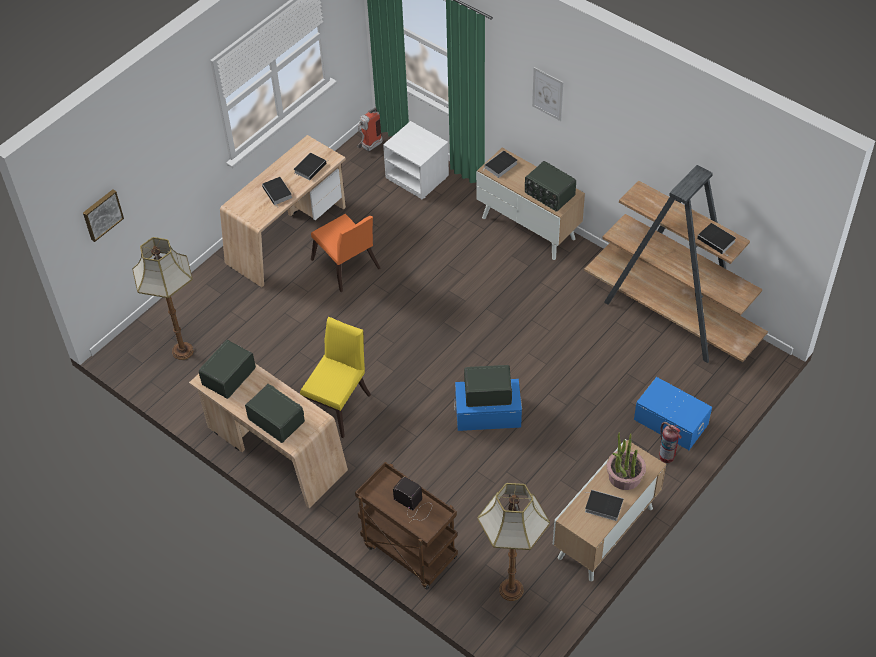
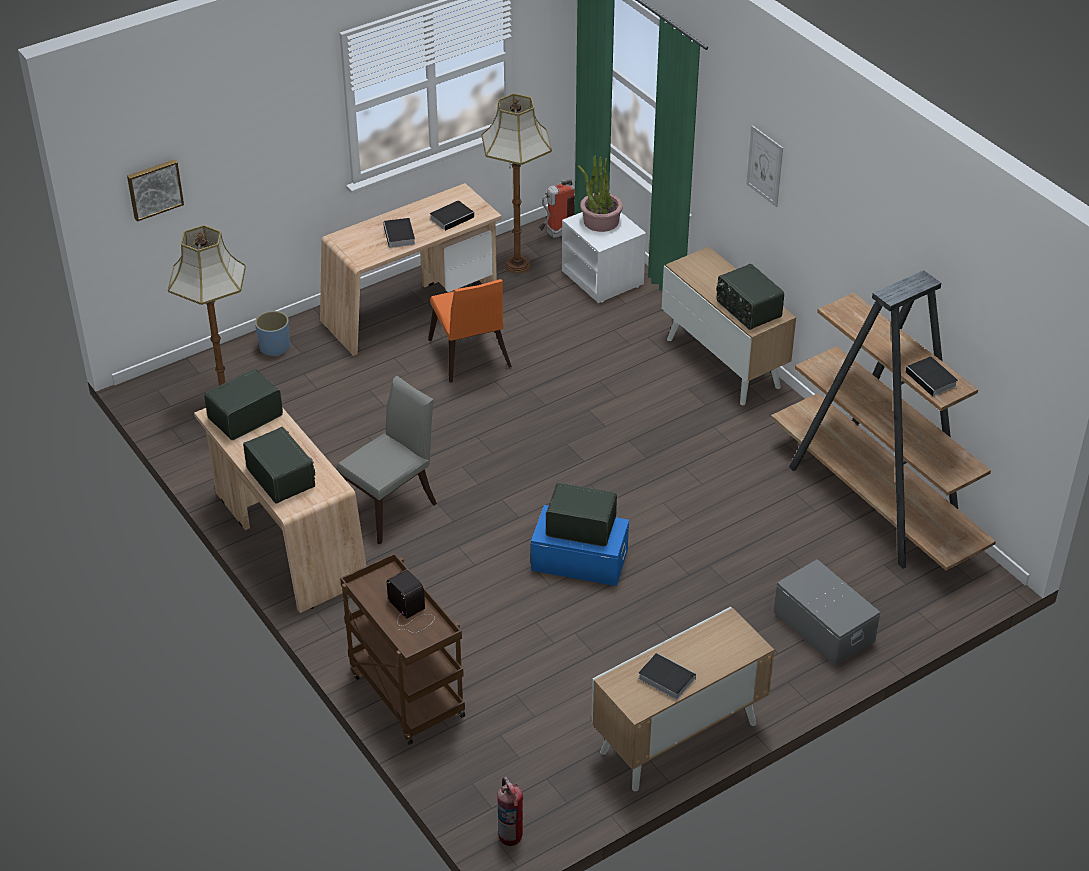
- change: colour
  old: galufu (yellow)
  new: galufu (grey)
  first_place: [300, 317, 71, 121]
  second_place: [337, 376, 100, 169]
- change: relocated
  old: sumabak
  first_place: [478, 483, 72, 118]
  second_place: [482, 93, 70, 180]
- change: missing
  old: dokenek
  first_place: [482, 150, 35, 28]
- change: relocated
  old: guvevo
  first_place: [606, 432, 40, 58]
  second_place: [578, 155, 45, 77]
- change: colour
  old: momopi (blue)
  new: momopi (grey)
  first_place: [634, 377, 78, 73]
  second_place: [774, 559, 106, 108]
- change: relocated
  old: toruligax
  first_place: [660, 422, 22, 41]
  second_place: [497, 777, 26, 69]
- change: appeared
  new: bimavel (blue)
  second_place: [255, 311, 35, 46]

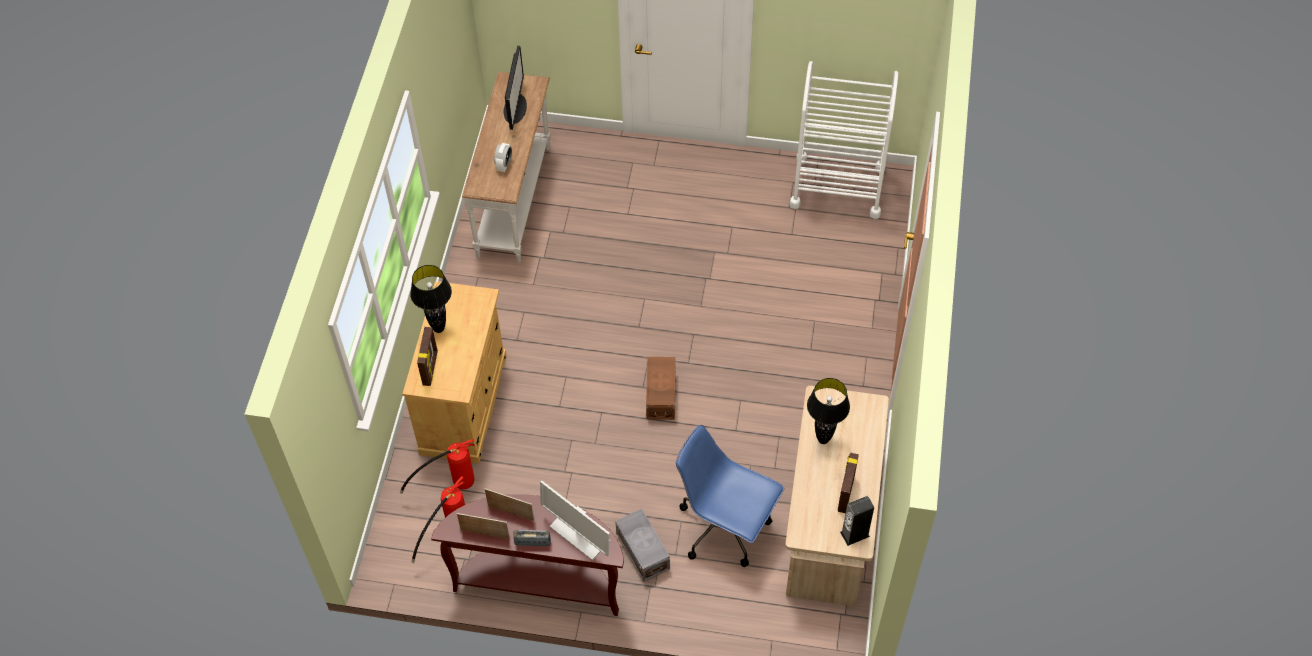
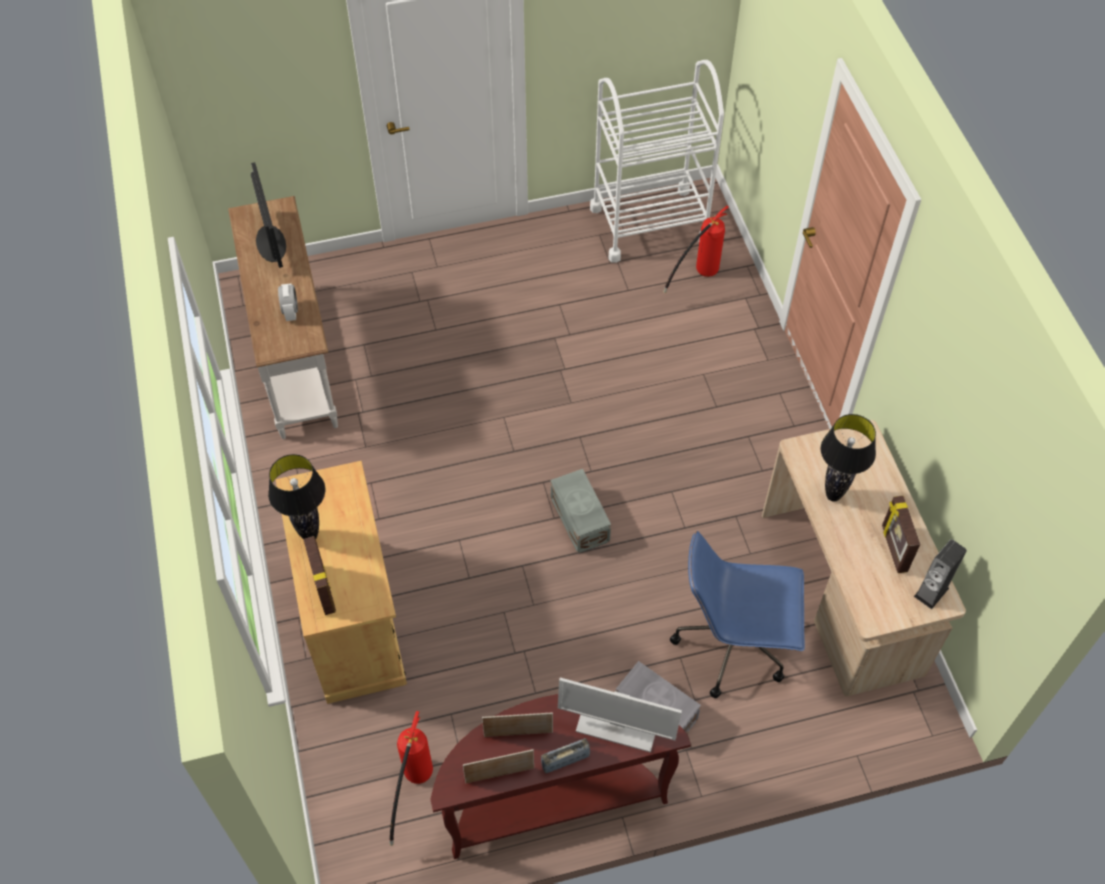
- change: relocated
  old: toruligax
  first_place: [400, 439, 75, 55]
  second_place: [663, 206, 66, 87]
- change: colour
  old: momopi (brown)
  new: momopi (grey)
  first_place: [646, 357, 30, 63]
  second_place: [551, 469, 60, 85]

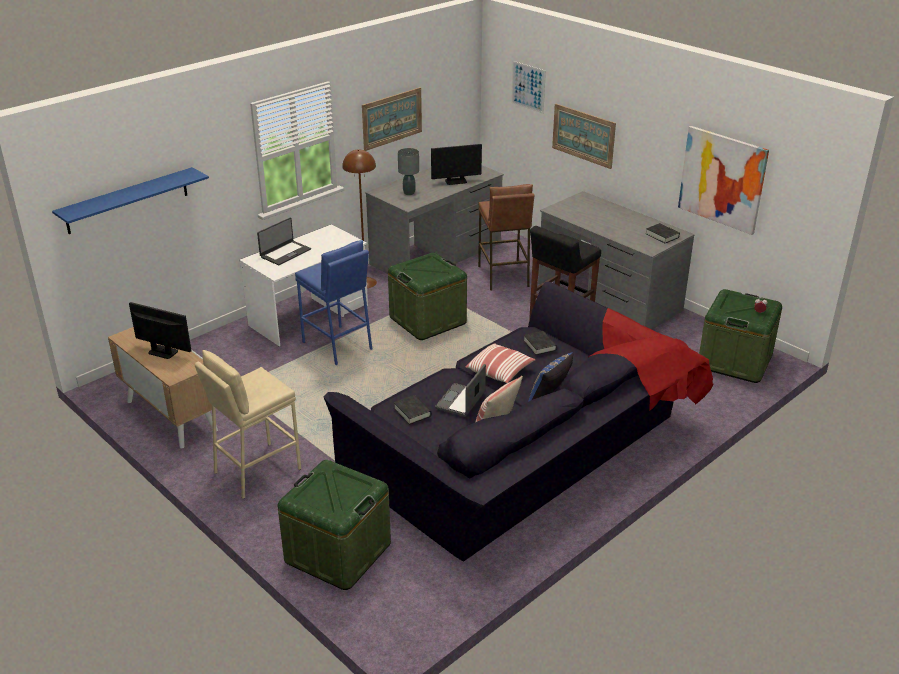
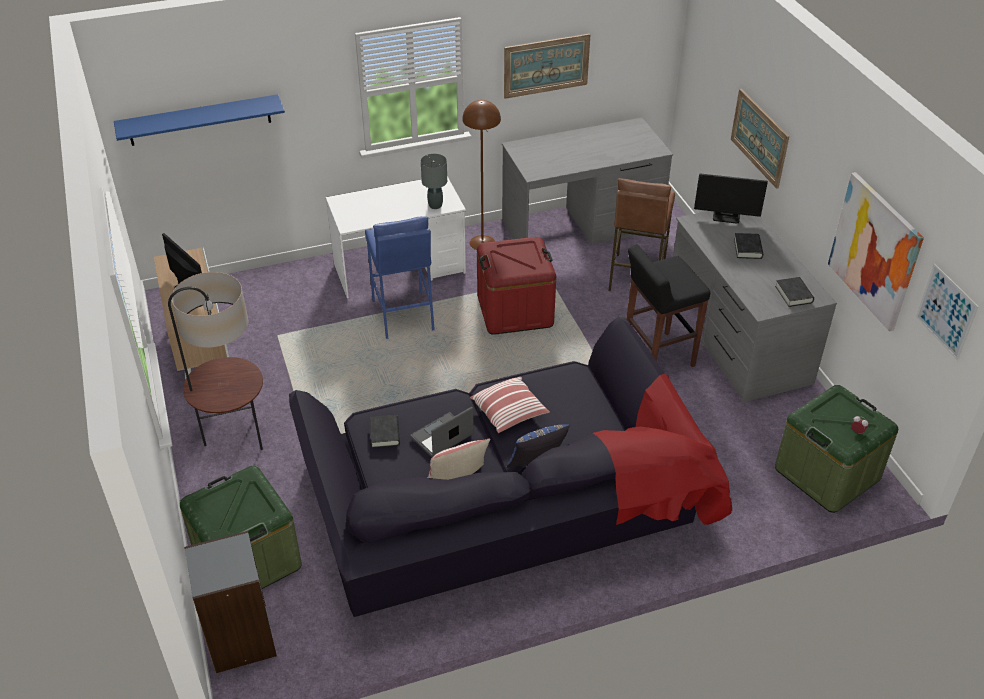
- change: exchanged
  old: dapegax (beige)
  new: sumabak
  first_place: [195, 350, 106, 149]
  second_place: [168, 272, 95, 178]
- change: missing
  old: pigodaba
  first_place: [257, 217, 54, 48]
- change: colour
  old: momopi (green)
  new: momopi (red)
  first_place: [388, 252, 79, 88]
  second_place: [477, 237, 79, 98]
- change: relocated
  old: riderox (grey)
  first_place: [398, 148, 21, 47]
  second_place: [421, 154, 26, 55]
- change: relocated
  old: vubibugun
  first_place: [431, 144, 51, 41]
  second_place: [694, 173, 74, 50]
- change: relocated
  old: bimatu
  first_place: [511, 61, 35, 53]
  second_place: [916, 264, 63, 96]
- change: relocated
  old: dokenek (black)
  first_place: [523, 331, 34, 24]
  second_place: [734, 233, 29, 26]
- change: appeared
  new: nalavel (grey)
  second_place: [184, 531, 93, 142]

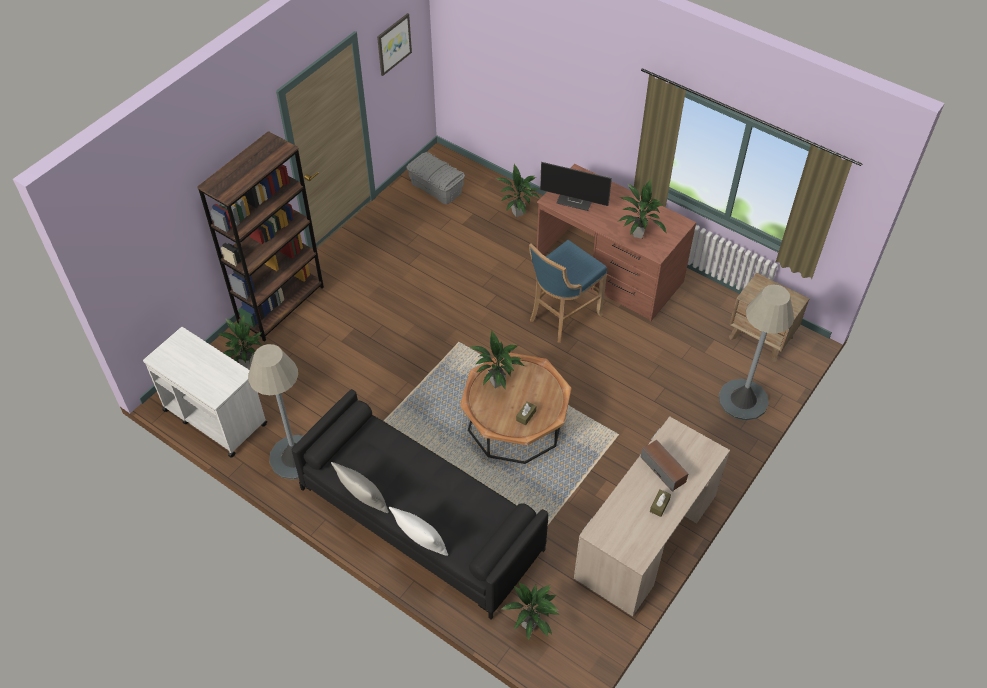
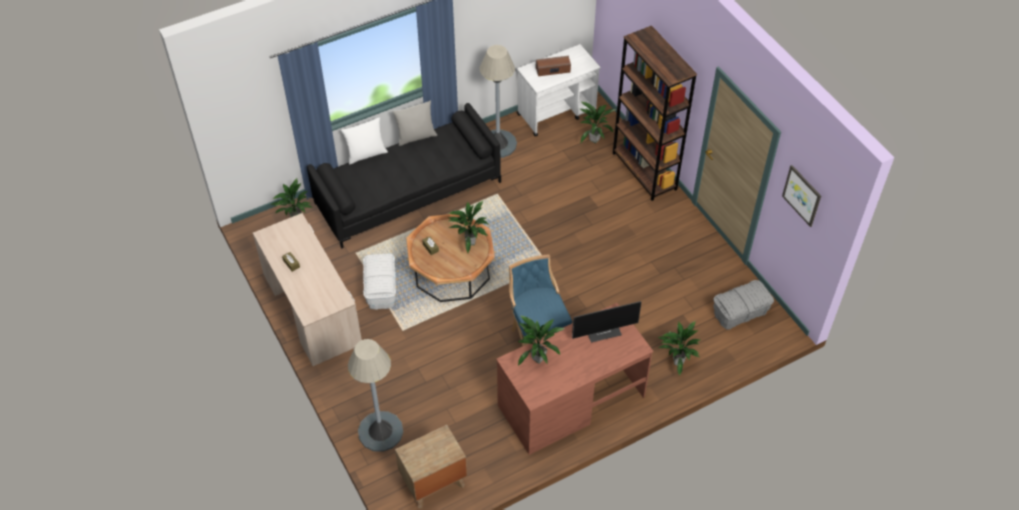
- change: spun
  old: vubibugun
  first_place: [540, 162, 72, 49]
  second_place: [572, 301, 69, 42]
  degrees: -150
- change: relocated
  old: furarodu
  first_place: [641, 440, 48, 52]
  second_place: [536, 56, 35, 20]
- change: appeared
  new: momopi (white)
  second_place: [363, 254, 33, 56]

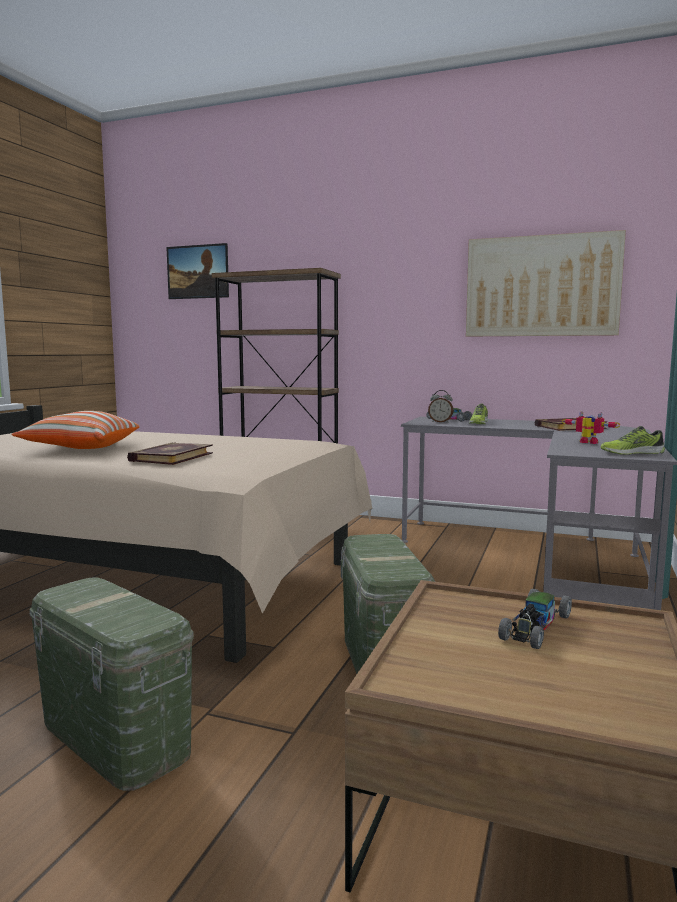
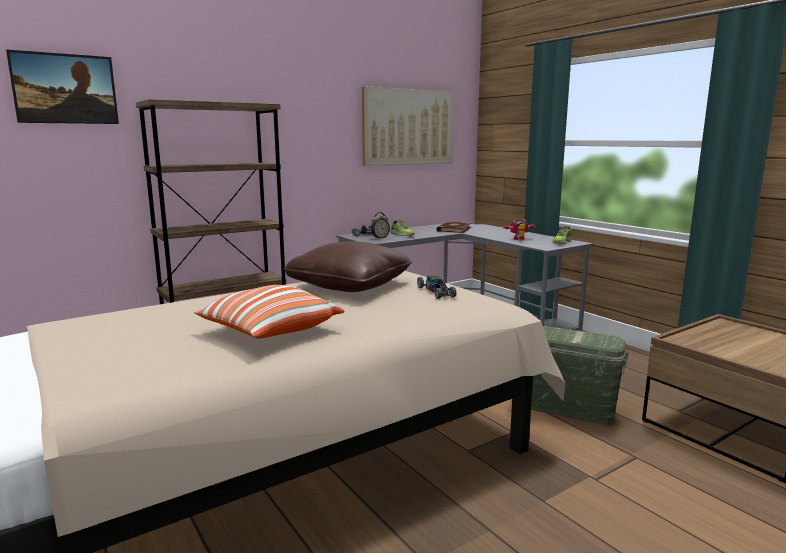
- change: missing
  old: momopi (green)
  first_place: [29, 578, 165, 213]
- change: missing
  old: dokenek
  first_place: [127, 442, 86, 23]
- change: relocated
  old: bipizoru
  first_place: [498, 589, 74, 60]
  second_place: [417, 276, 39, 23]
- change: appeared
  new: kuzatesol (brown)
  second_place: [283, 241, 129, 51]

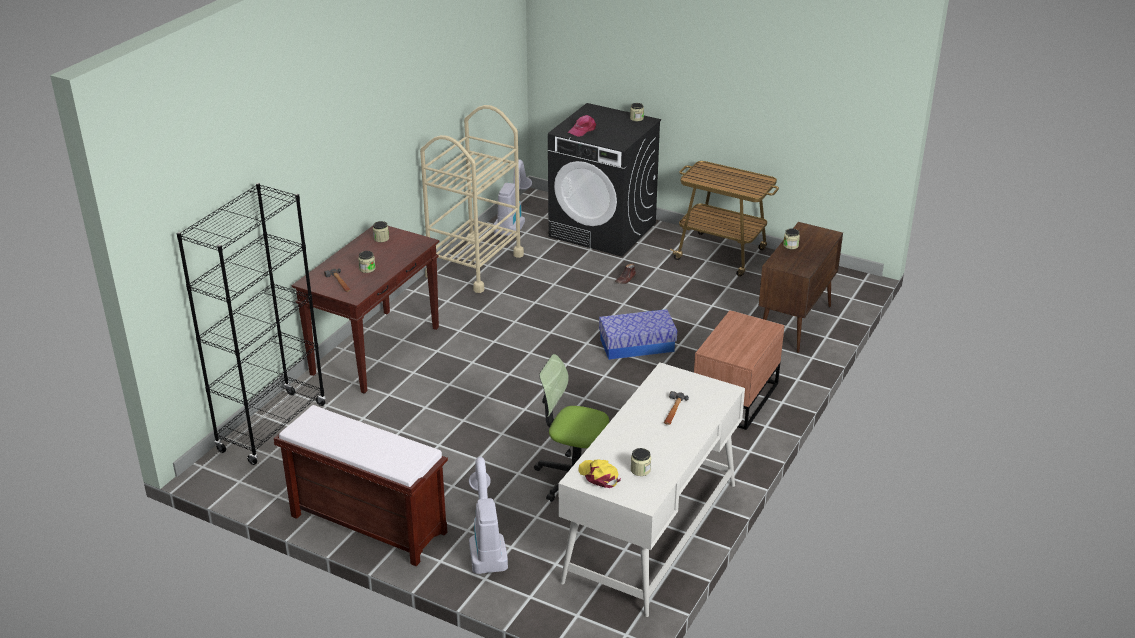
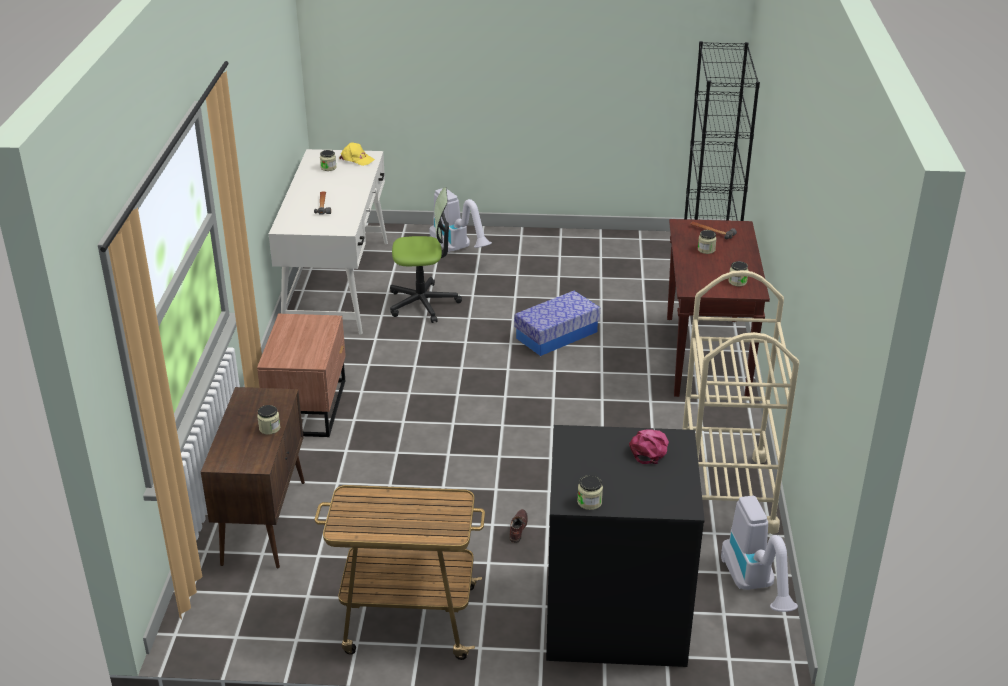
- change: missing
  old: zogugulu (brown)
  first_place: [274, 405, 174, 161]
- change: relocated
  old: momopi
  first_place: [599, 309, 78, 51]
  second_place: [514, 291, 86, 65]

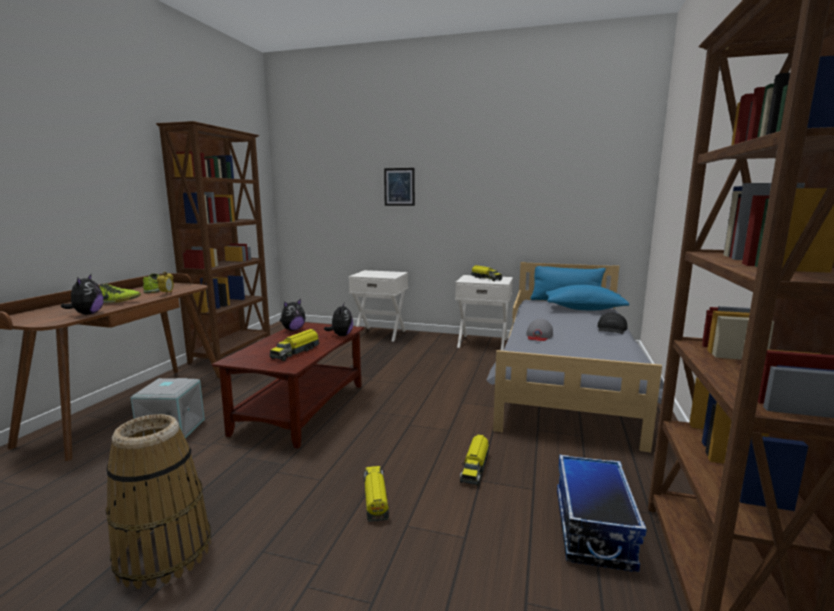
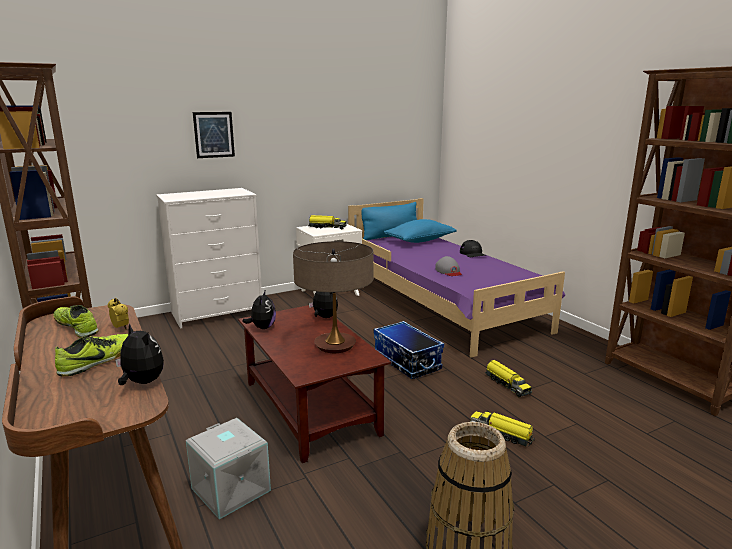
- change: exchanged
  old: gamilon
  new: riderox
  first_place: [270, 329, 50, 32]
  second_place: [293, 241, 80, 112]
- change: exchanged
  old: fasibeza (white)
  new: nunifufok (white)
  first_place: [349, 270, 59, 72]
  second_place: [156, 188, 106, 141]
- change: colour
  old: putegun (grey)
  new: putegun (purple)
  first_place: [486, 262, 178, 191]
  second_place: [348, 198, 217, 160]
- change: relocated
  old: momopi
  first_place: [557, 455, 90, 117]
  second_place: [374, 321, 70, 58]

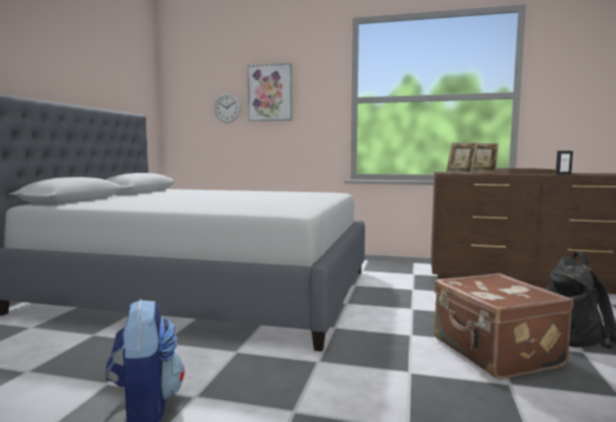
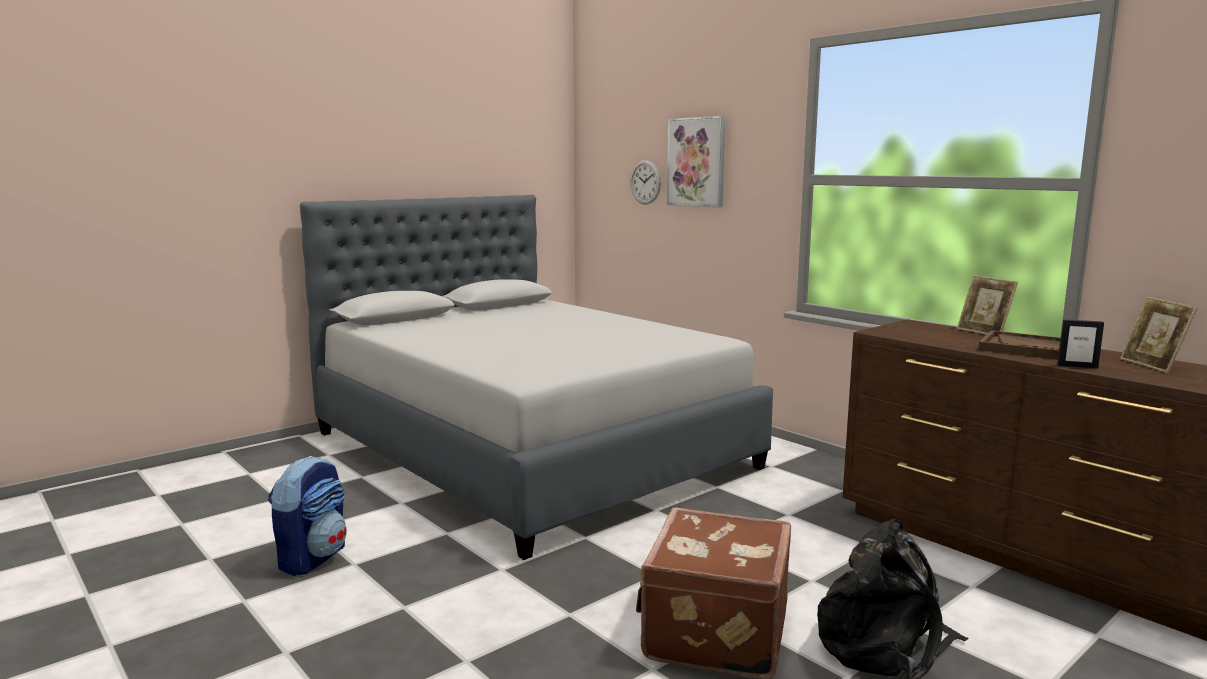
- change: relocated
  old: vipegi
  first_place: [446, 142, 32, 32]
  second_place: [1120, 297, 78, 76]

